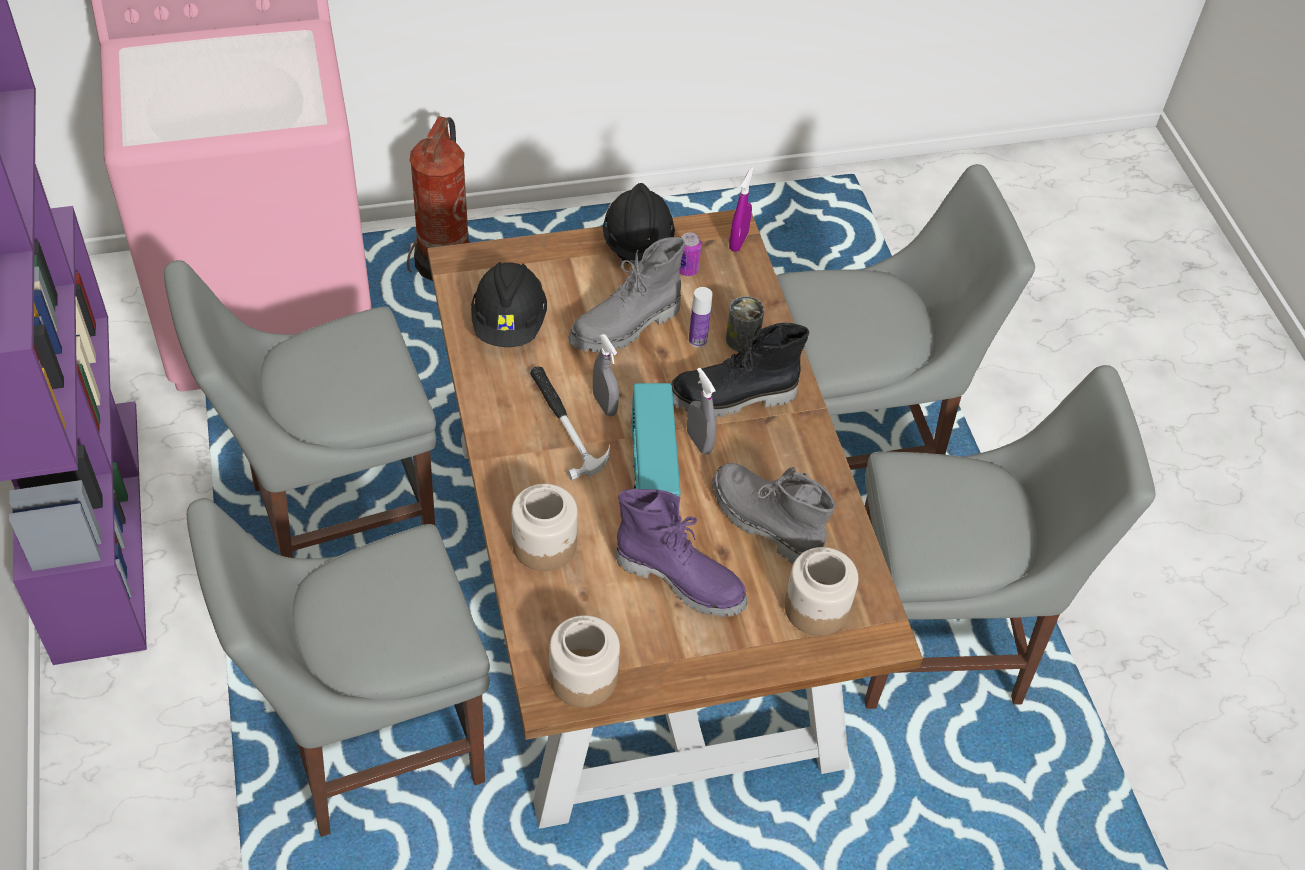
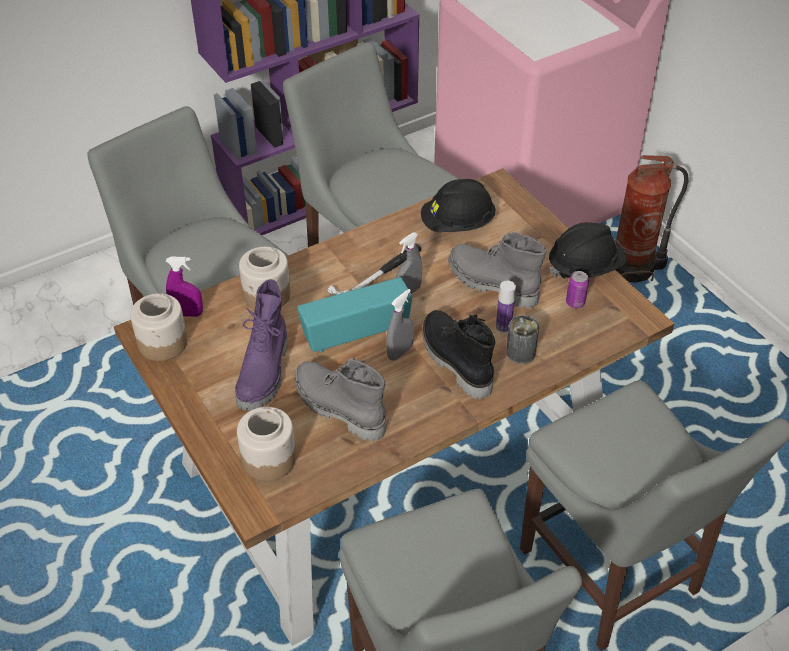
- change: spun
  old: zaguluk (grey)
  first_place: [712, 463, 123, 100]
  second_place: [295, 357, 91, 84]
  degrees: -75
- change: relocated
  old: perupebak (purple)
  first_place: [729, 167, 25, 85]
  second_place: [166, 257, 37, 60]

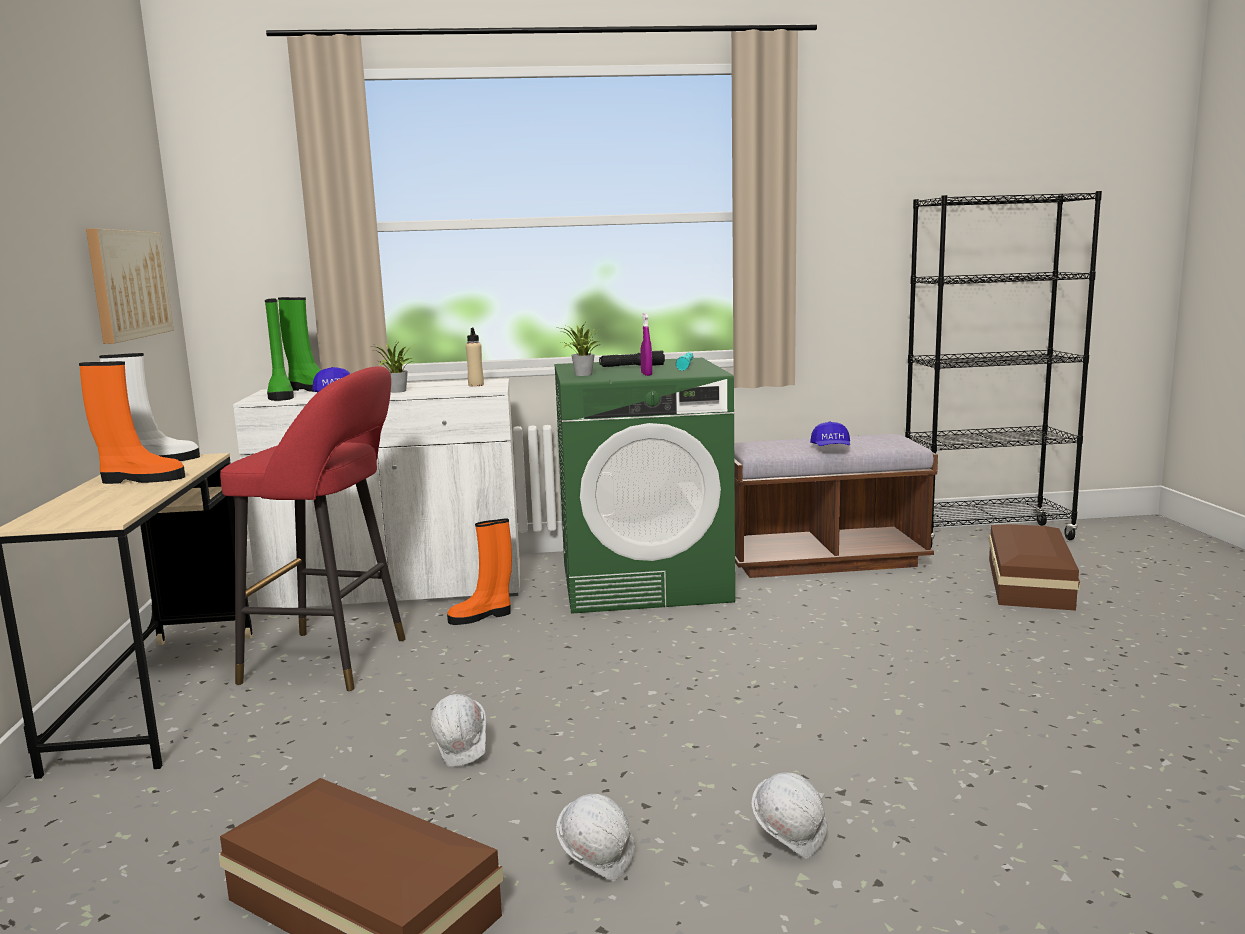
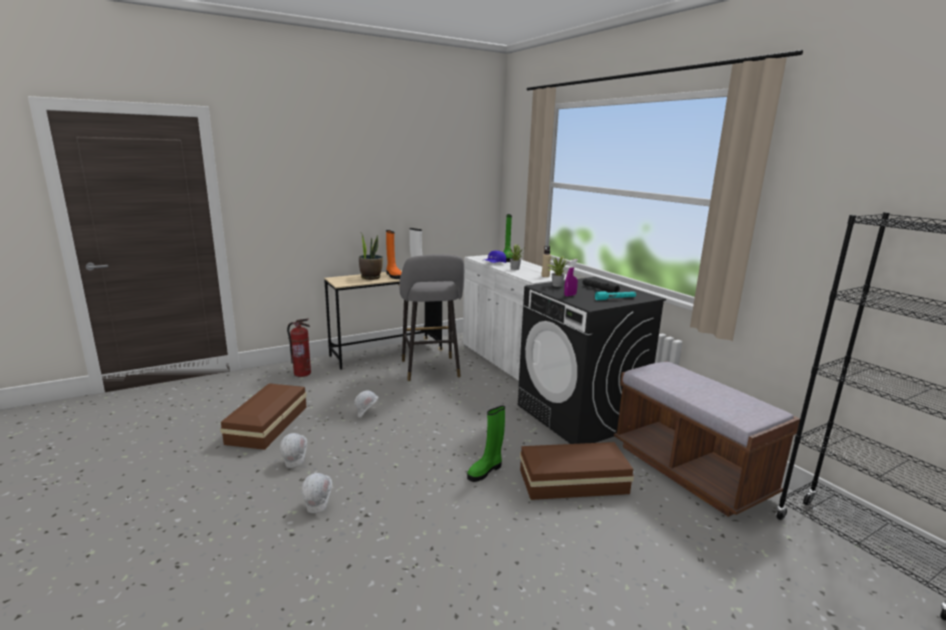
- change: missing
  old: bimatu
  first_place: [86, 229, 88, 115]
- change: colour
  old: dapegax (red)
  new: dapegax (grey)
  first_place: [220, 366, 186, 325]
  second_place: [399, 254, 65, 127]
- change: relocated
  old: zaguluk (green)
  first_place: [265, 298, 29, 103]
  second_place: [467, 405, 38, 77]
- change: missing
  old: zaguluk (orange)
  first_place: [447, 518, 65, 107]
- change: colour
  old: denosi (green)
  new: denosi (black)
  first_place: [554, 358, 181, 256]
  second_place: [518, 277, 148, 167]
- change: missing
  old: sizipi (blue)
  first_place: [810, 421, 40, 25]
- change: relocated
  old: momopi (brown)
  first_place: [989, 524, 91, 87]
  second_place: [520, 442, 114, 58]
- change: appeared
  new: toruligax
  second_place: [287, 319, 24, 58]
- change: appeared
  new: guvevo
  second_place: [359, 234, 24, 46]

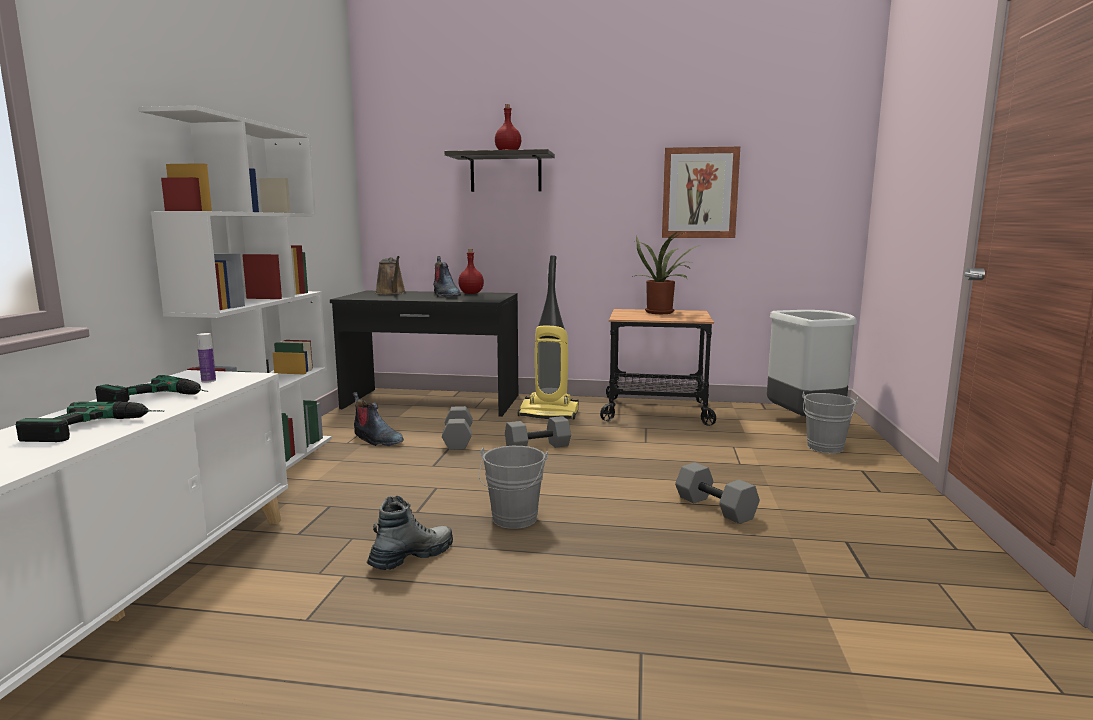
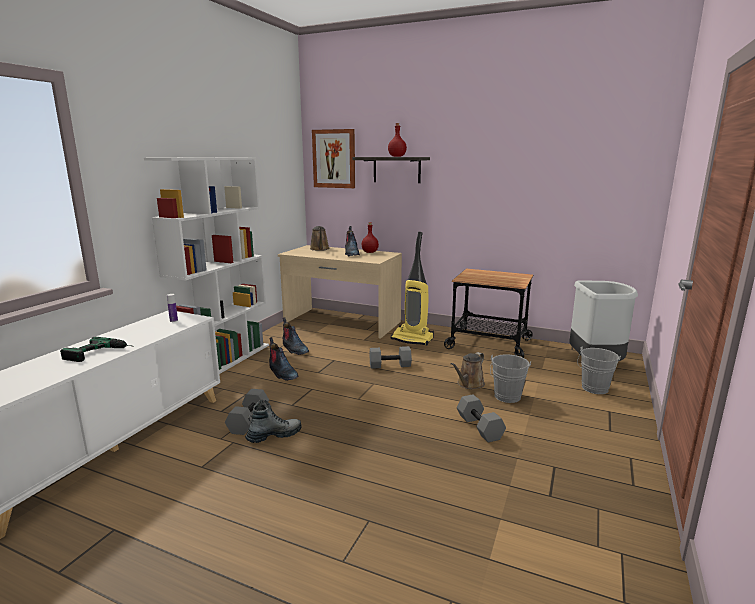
- change: missing
  old: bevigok
  first_place: [95, 375, 114, 27]
- change: colour
  old: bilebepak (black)
  new: bilebepak (beige)
  first_place: [330, 291, 188, 126]
  second_place: [278, 245, 124, 93]
- change: relocated
  old: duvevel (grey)
  first_place: [442, 406, 31, 44]
  second_place: [225, 389, 44, 46]
- change: relocated
  old: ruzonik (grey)
  first_place: [479, 446, 69, 83]
  second_place: [490, 354, 41, 49]
- change: missing
  old: guvevo
  first_place: [632, 232, 69, 82]
- change: relocated
  old: bimatu
  first_place: [662, 147, 78, 91]
  second_place: [312, 129, 43, 59]
- change: appeared
  new: zaguluk
  second_place: [269, 337, 30, 44]
- change: appeared
  new: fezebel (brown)
  second_place: [451, 352, 34, 37]

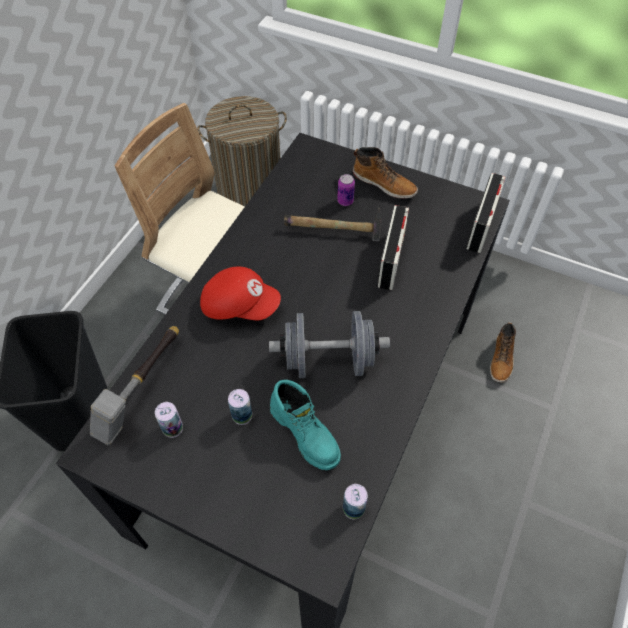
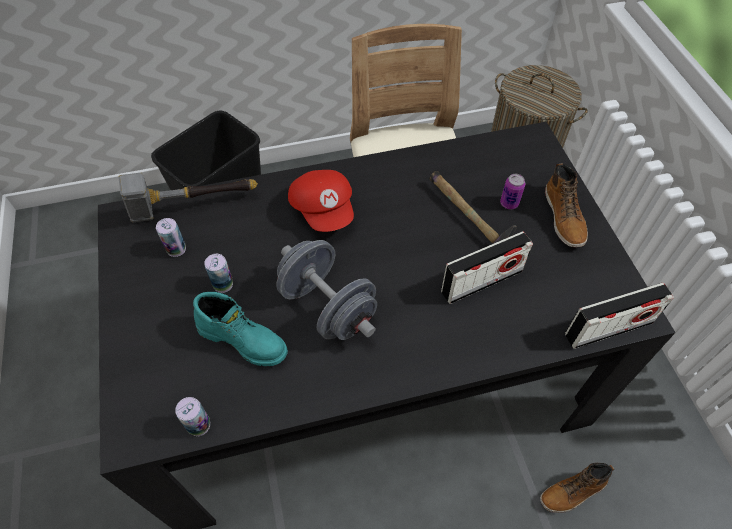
- change: spun
  old: zaguluk (turquoise)
  first_place: [270, 380, 71, 90]
  second_place: [193, 292, 95, 74]
  degrees: -75

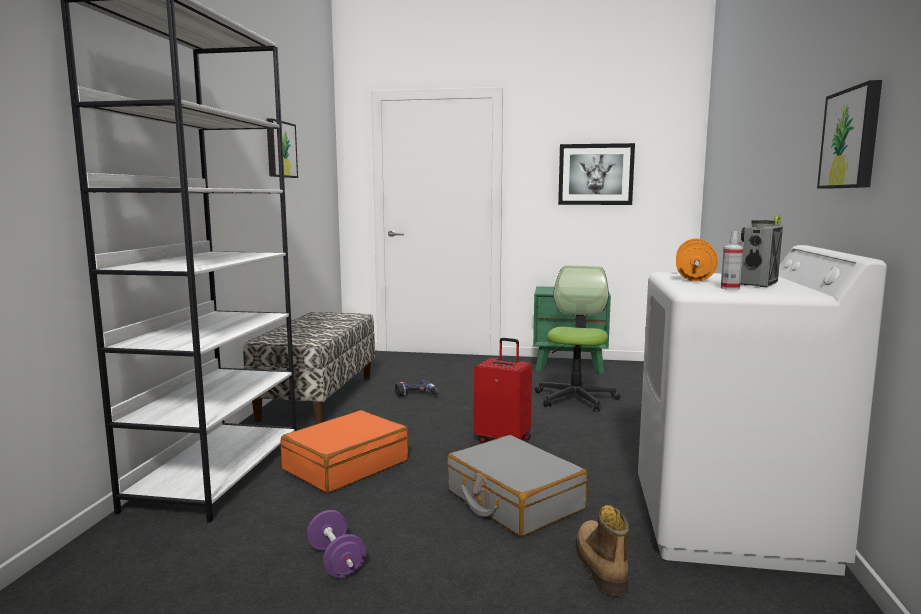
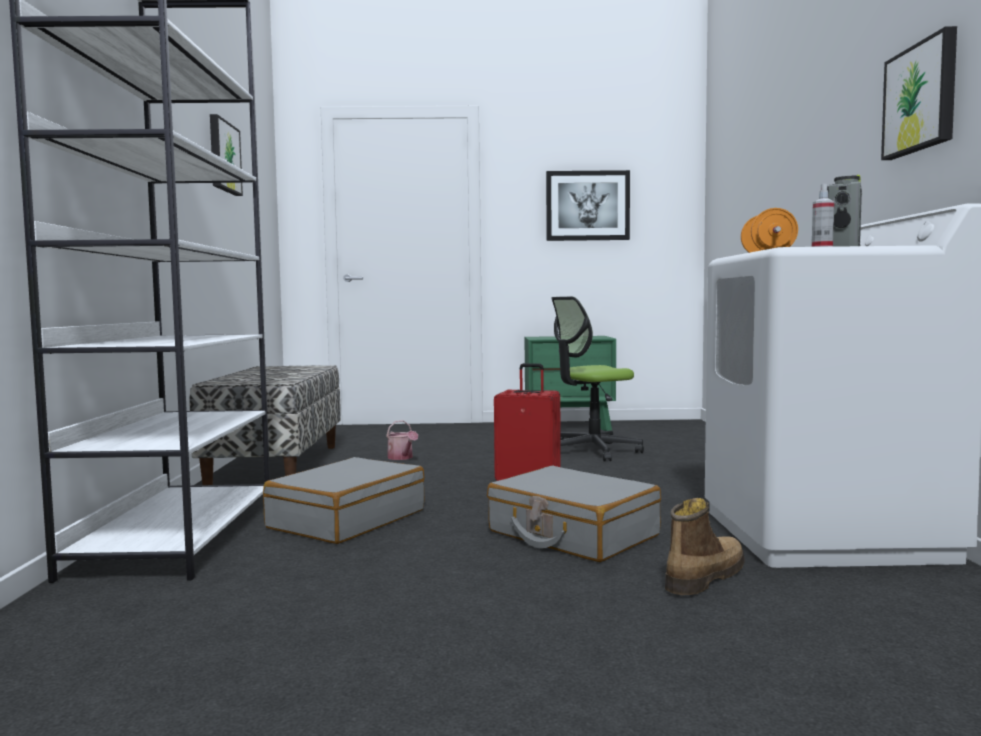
- change: colour
  old: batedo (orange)
  new: batedo (grey)
  first_place: [280, 410, 129, 83]
  second_place: [263, 457, 162, 87]
- change: missing
  old: duvevel (purple)
  first_place: [307, 510, 59, 68]
- change: exchanged
  old: bevigok
  new: fezebel
  first_place: [395, 380, 44, 16]
  second_place: [386, 420, 32, 40]
- change: spun
  old: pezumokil
  first_place: [535, 265, 85, 146]
  second_place: [552, 297, 92, 164]
  degrees: -120
- change: spun
  old: zaguluk
  first_place: [576, 505, 53, 91]
  second_place: [665, 498, 80, 97]
  degrees: 60

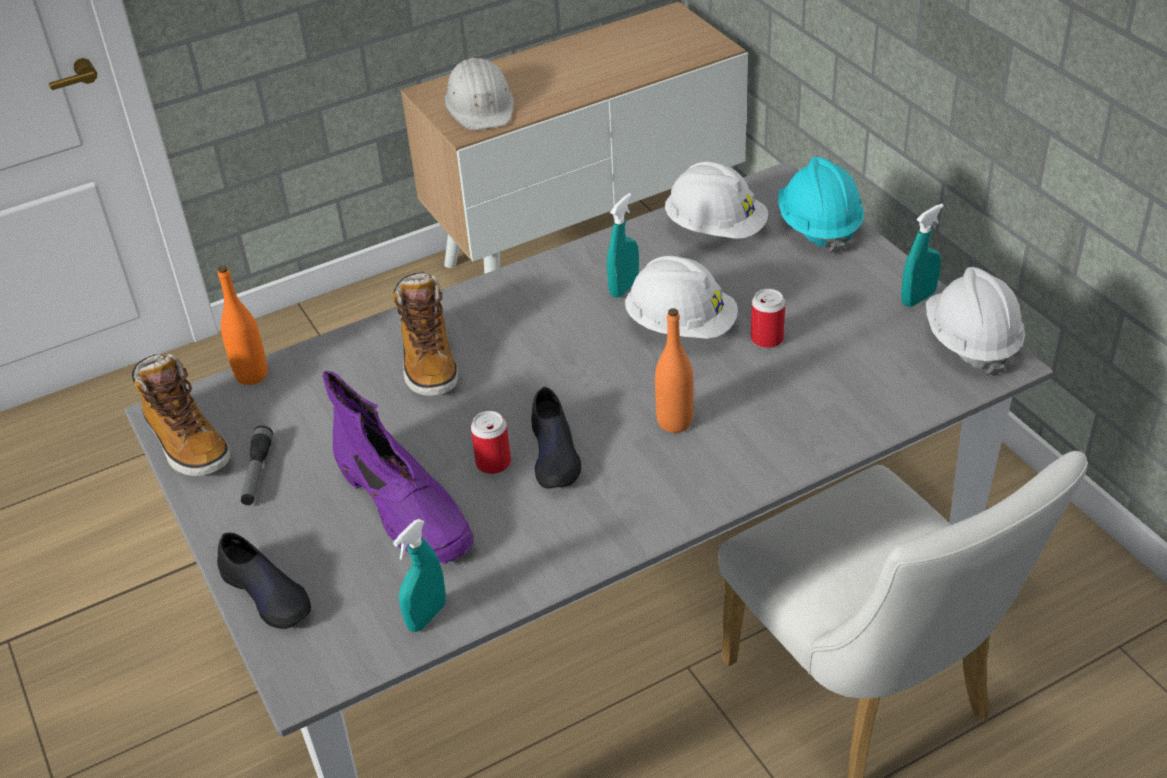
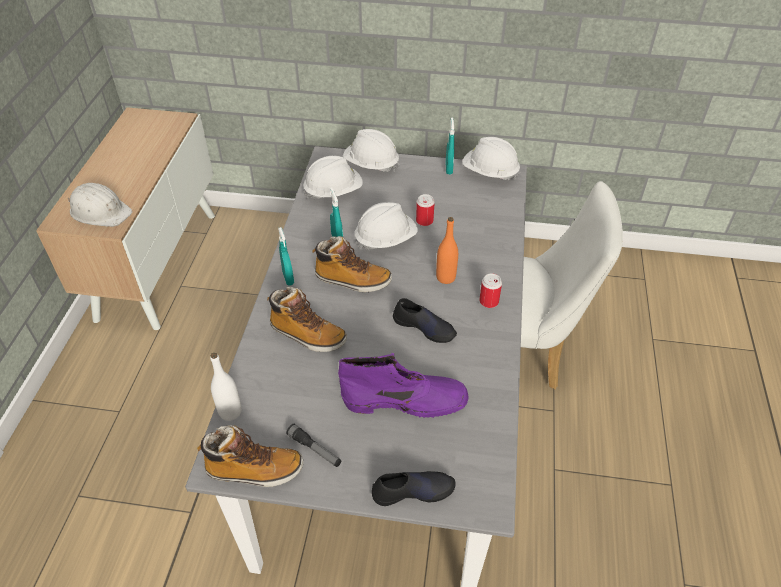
- change: colour
  old: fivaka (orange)
  new: fivaka (white)
  first_place: [218, 265, 50, 120]
  second_place: [210, 353, 31, 68]
- change: relocated
  old: perupebak (turquoise)
  first_place: [393, 519, 53, 113]
  second_place: [278, 227, 16, 59]
- change: relocated
  old: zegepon
  first_place: [471, 411, 40, 63]
  second_place: [479, 273, 23, 35]
- change: colour
  old: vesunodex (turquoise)
  new: vesunodex (white)
  first_place: [778, 157, 86, 97]
  second_place: [343, 129, 56, 43]
- change: appeared
  new: zaguluk
  second_place: [312, 236, 80, 56]

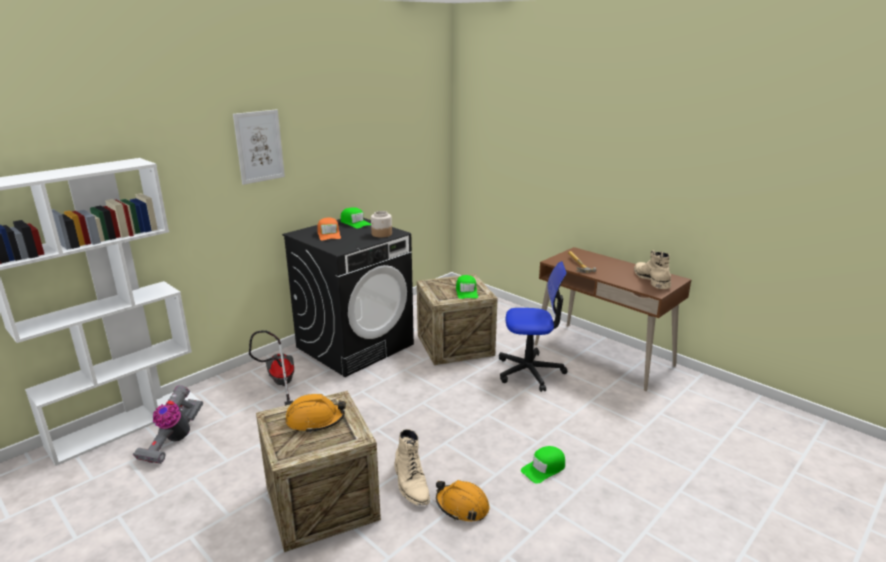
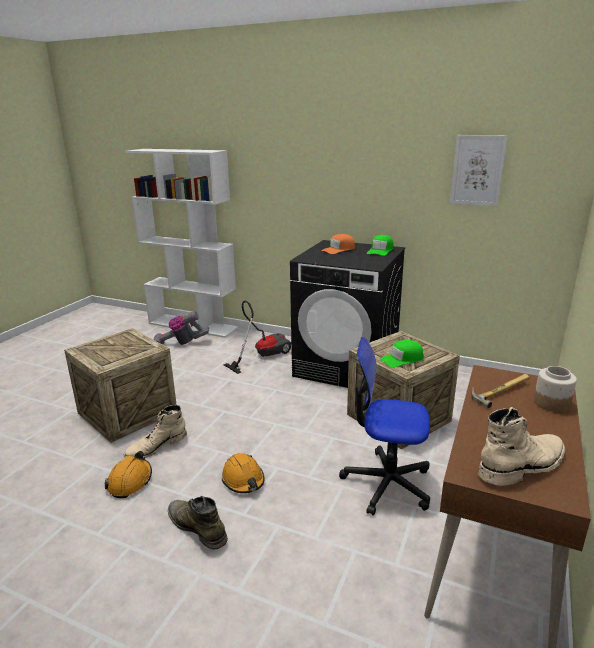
- change: relocated
  old: bimatu
  first_place: [233, 109, 52, 76]
  second_place: [450, 135, 58, 72]
- change: relocated
  old: vesunodex (orange)
  first_place: [285, 394, 61, 39]
  second_place: [222, 453, 43, 40]
- change: relocated
  old: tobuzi
  first_place: [371, 211, 21, 27]
  second_place: [534, 366, 43, 46]
- change: spun
  old: pezumokil
  first_place: [499, 261, 69, 131]
  second_place: [339, 337, 91, 179]
  degrees: 120
- change: exchanged
  old: sizipi (green)
  new: zaguluk (green)
  first_place: [521, 446, 44, 38]
  second_place: [168, 496, 60, 54]

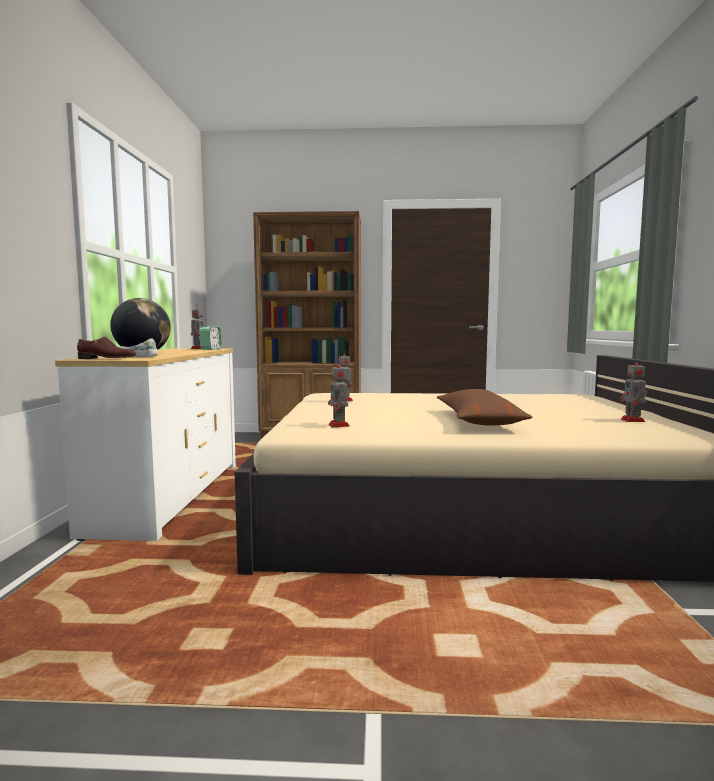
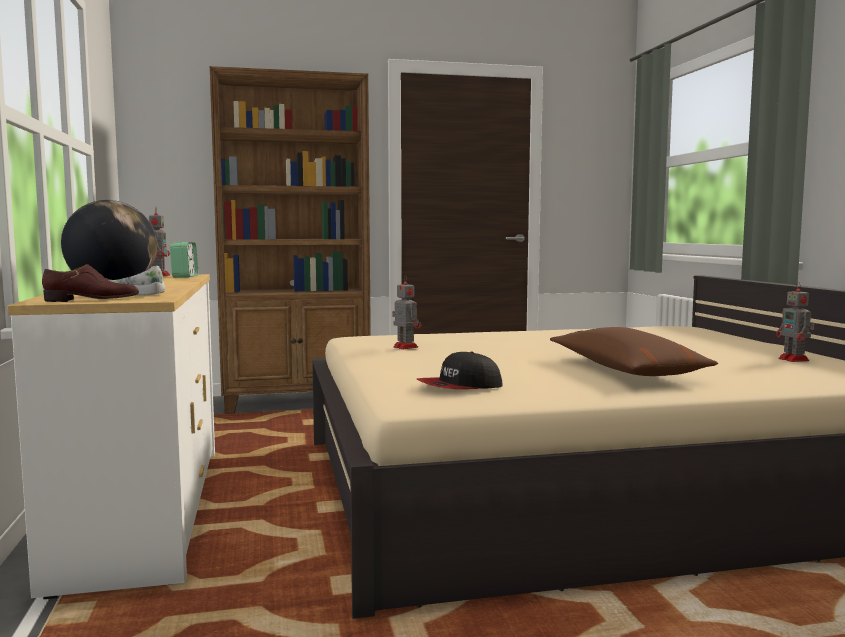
- change: exchanged
  old: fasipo
  new: sizipi
  first_place: [328, 359, 22, 68]
  second_place: [416, 351, 87, 38]

